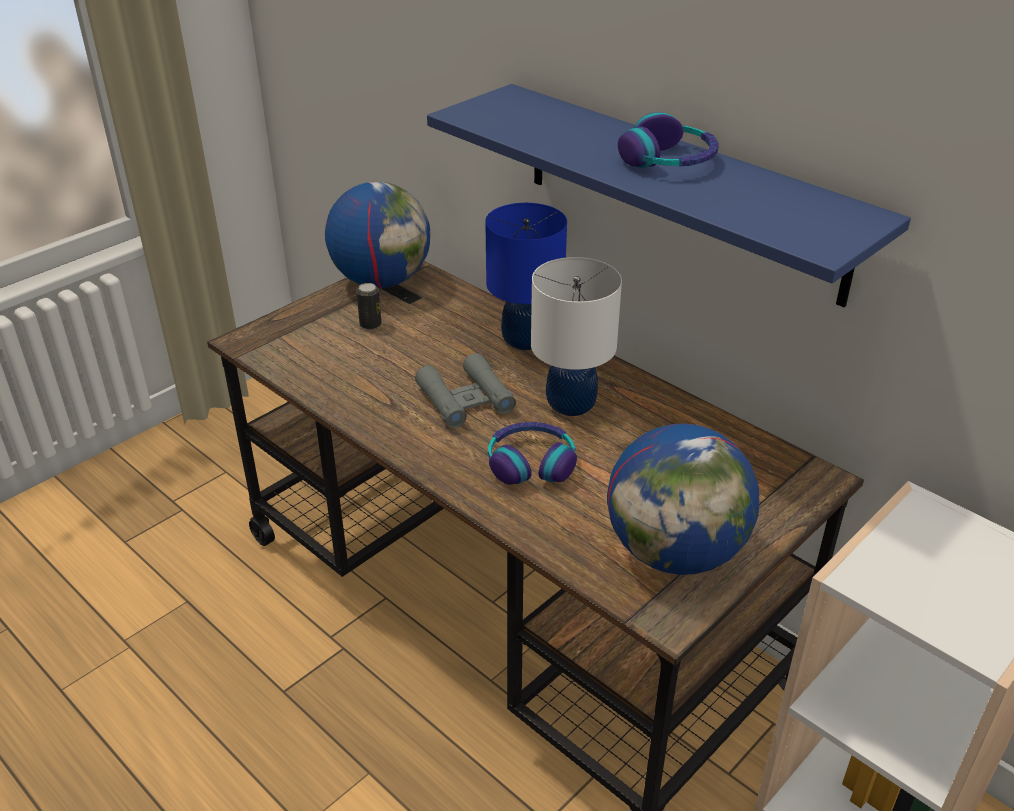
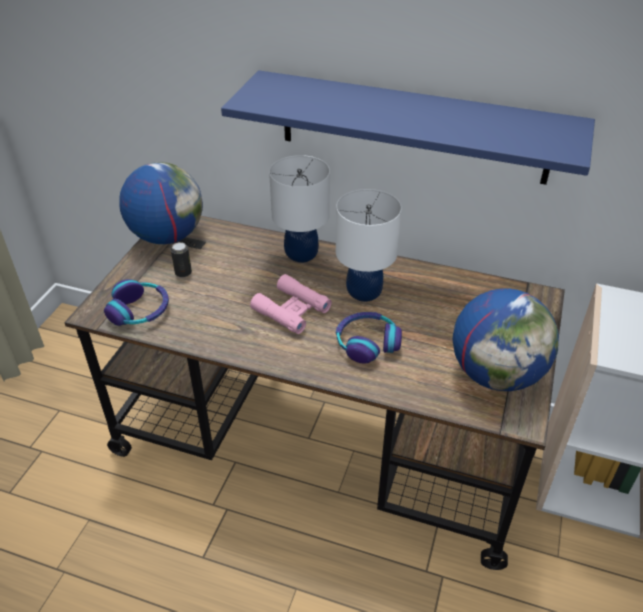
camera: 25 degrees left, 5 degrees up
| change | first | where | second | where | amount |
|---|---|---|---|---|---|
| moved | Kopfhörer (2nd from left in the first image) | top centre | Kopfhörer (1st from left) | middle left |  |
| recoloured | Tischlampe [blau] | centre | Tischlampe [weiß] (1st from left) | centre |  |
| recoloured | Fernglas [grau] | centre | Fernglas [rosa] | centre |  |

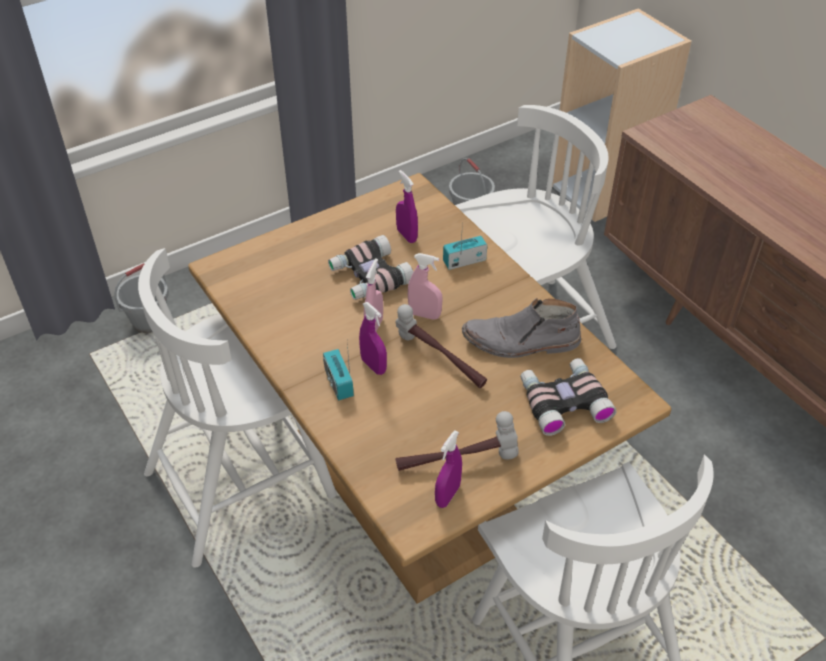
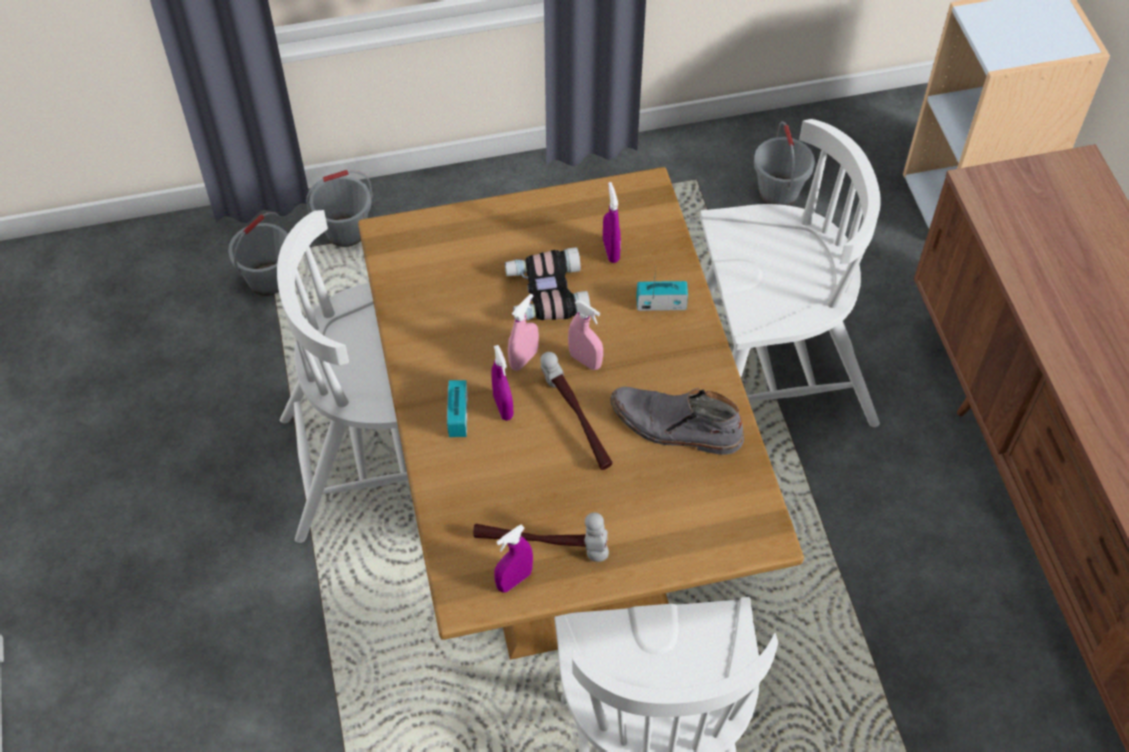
camera: 20 degrees right, 10 degrees up
| change | first | where | second | where | amount |
|---|---|---|---|---|---|
| removed | Fernglas (2nd from left) | middle right |  |  |  |
| added |  |  | Eimer [grau] (1st from left) | middle left |  |

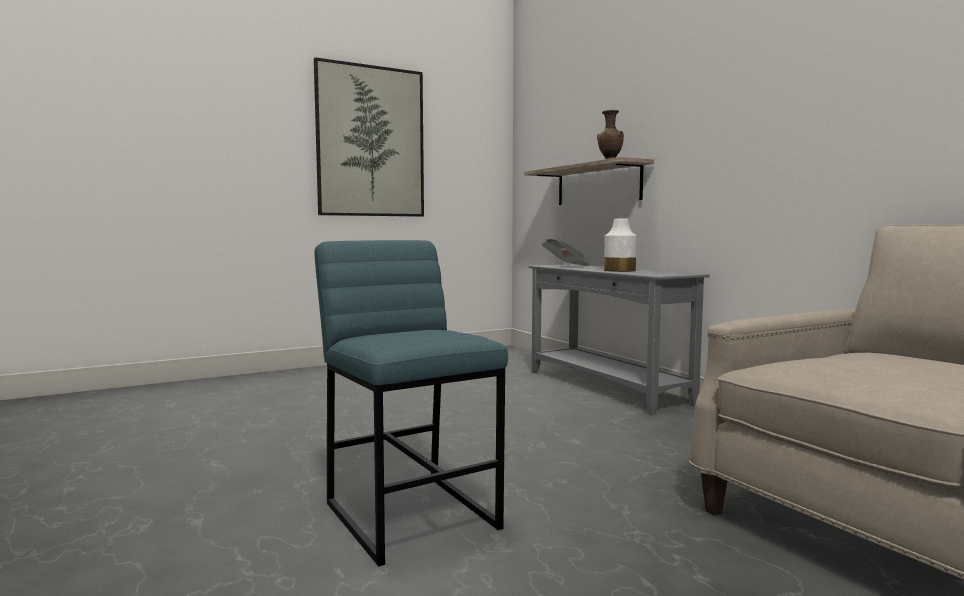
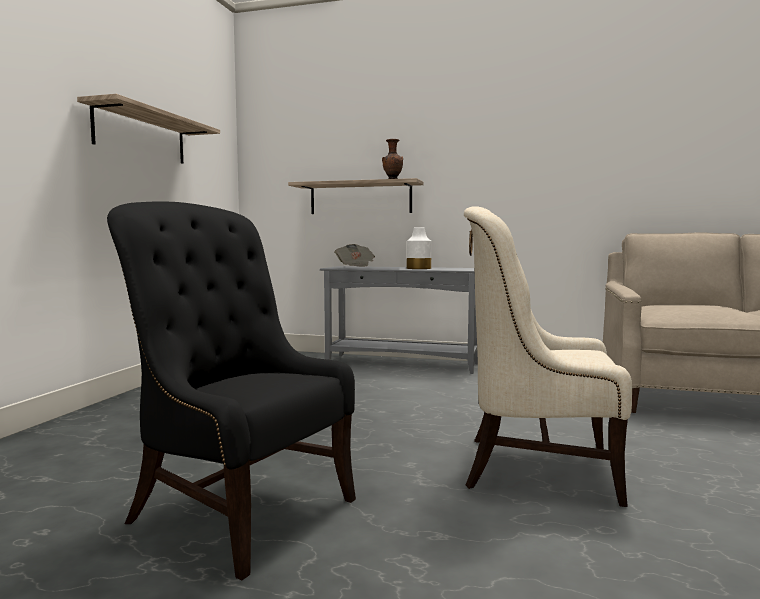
camera: 45 degrees left, 0 degrees up
| change | first | where | second | where | amount |
|---|---|---|---|---|---|
| replaced | Bild | top centre | Wandregal (1st from left) | top left |  |
| replaced | Hocker [blau] | bottom centre | Sessel [beige] | middle right |  |
| added |  |  | Sessel [schwarz] | middle left |  |

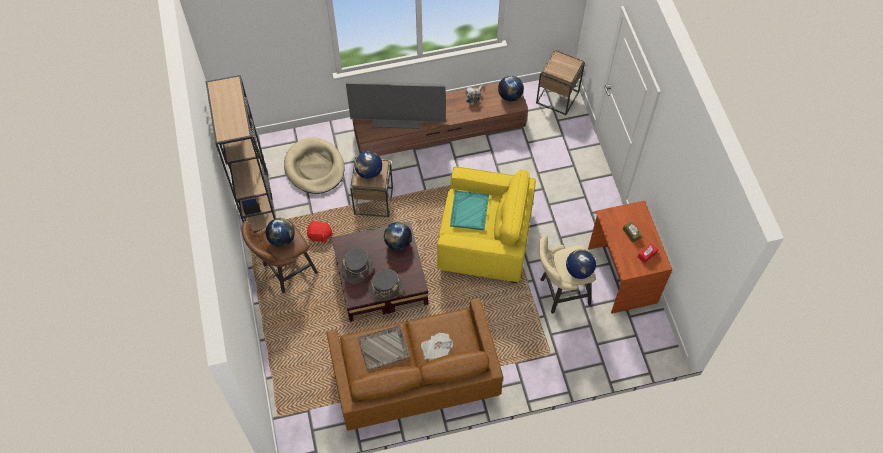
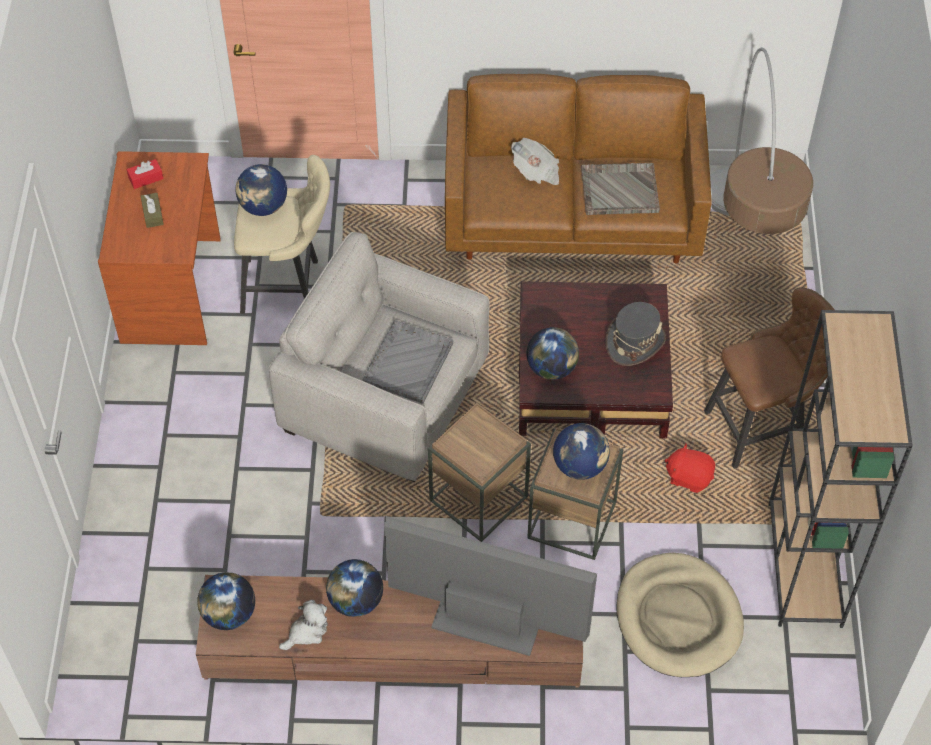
camera: 165 degrees left, 5 degrees down
| change | first | where | second | where | amount |
|---|---|---|---|---|---|
| moved | Beistelltisch [braun] (2nd from left in the first image) | top centre | Beistelltisch [braun] (1st from left) | centre |  |
| recoloured | Sessel [gelb] | centre | Sessel [grau] | centre |  |
| recoloured | Tablett [türkis] | centre | Tablett [grau] (1st from left) | centre |  |
| moved | Globus (1st from left in the first image) | middle left | Globus (3rd from left) | bottom centre |  |
| removed | Hut [grau] (2nd from left) | centre |  |  |  |
| added |  |  | Stehlampe | top right |  |

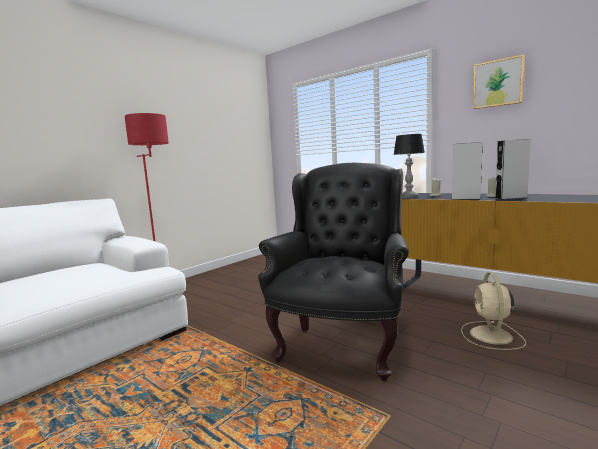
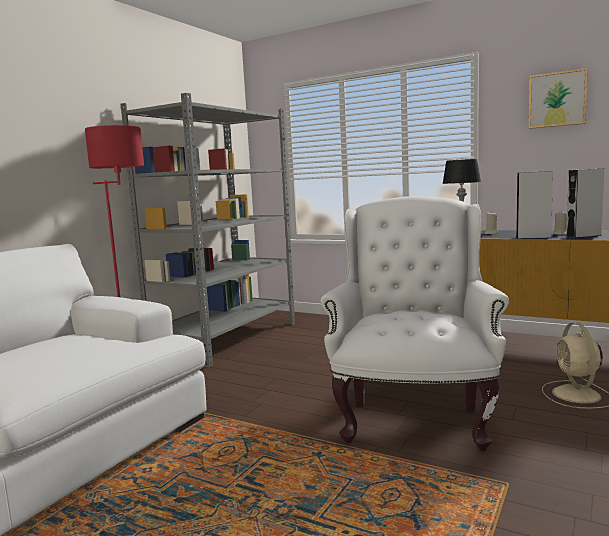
camera: 10 degrees left, 0 degrees up
| change | first | where | second | where | amount |
|---|---|---|---|---|---|
| recoloured | Sessel [schwarz] | centre | Sessel [weiß] | middle right |  |
| added |  |  | Bücherregal [grau] | centre |  |

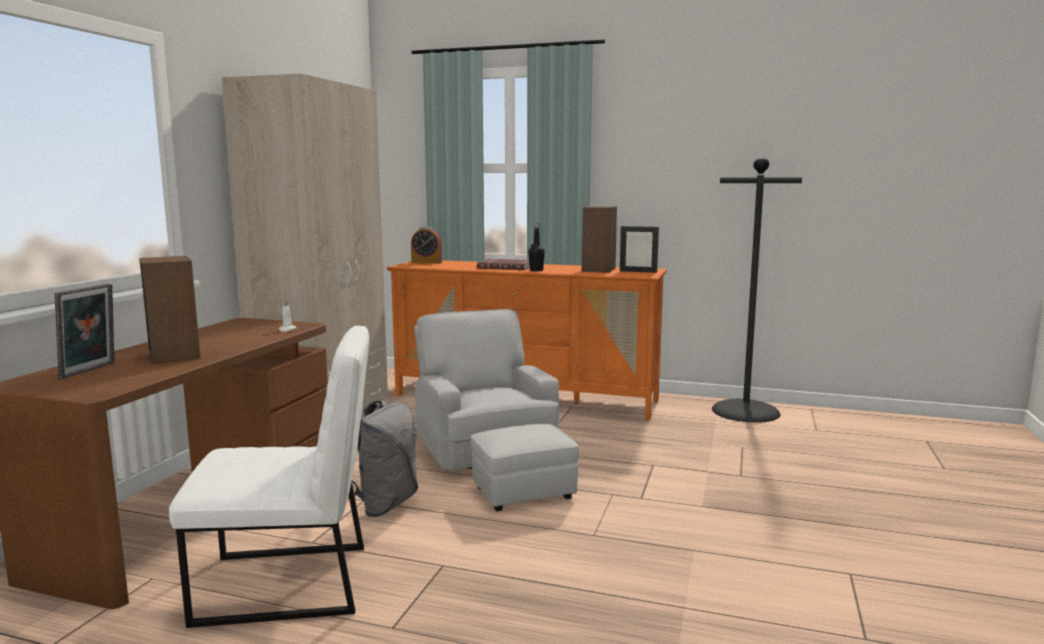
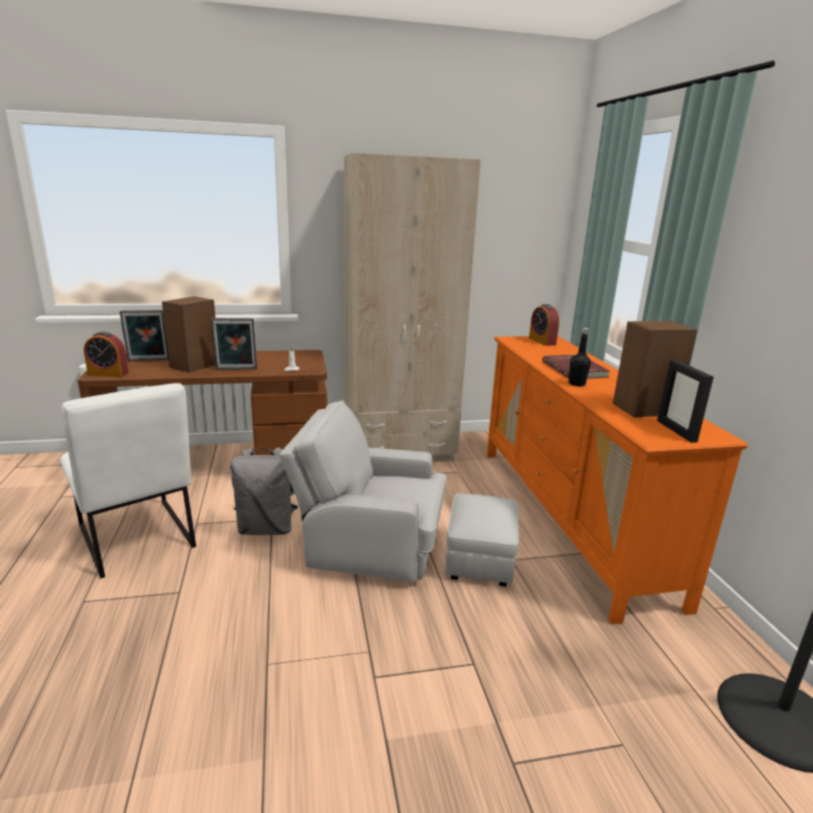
camera: 60 degrees right, 10 degrees up
| change | first | where | second | where | amount |
|---|---|---|---|---|---|
| turned | Sessel [weiß] | centre |  | centre | 120 degrees counterclockwise |
| added |  |  | Bilderrahmen (2nd from left) | middle left |  |
| added |  |  | Wecker (1st from left) | middle left |  |

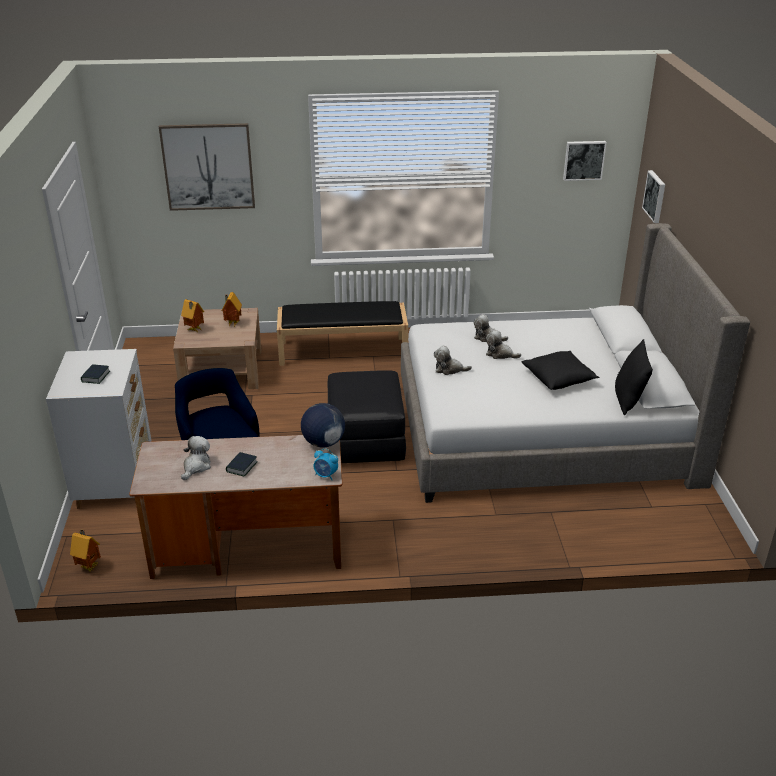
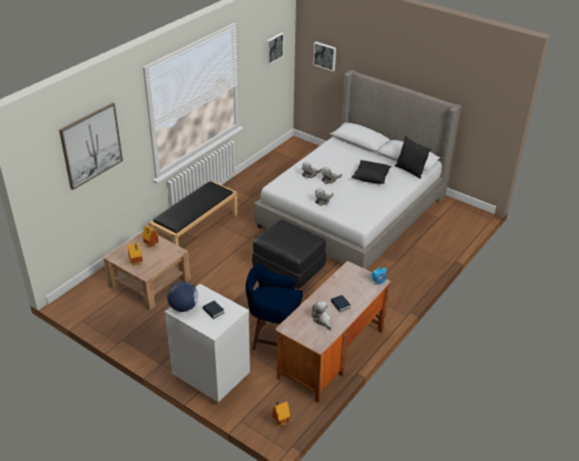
camera: 50 degrees left, 5 degrees up
| change | first | where | second | where | amount |
|---|---|---|---|---|---|
| moved | Globus | centre |  | middle left |  |

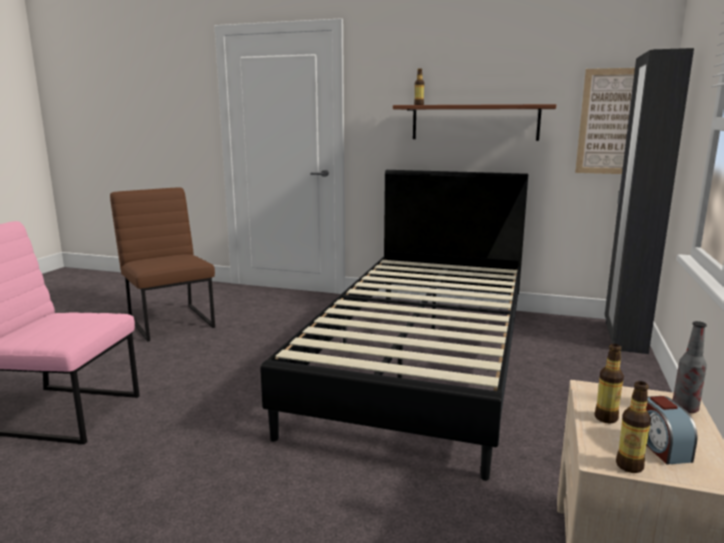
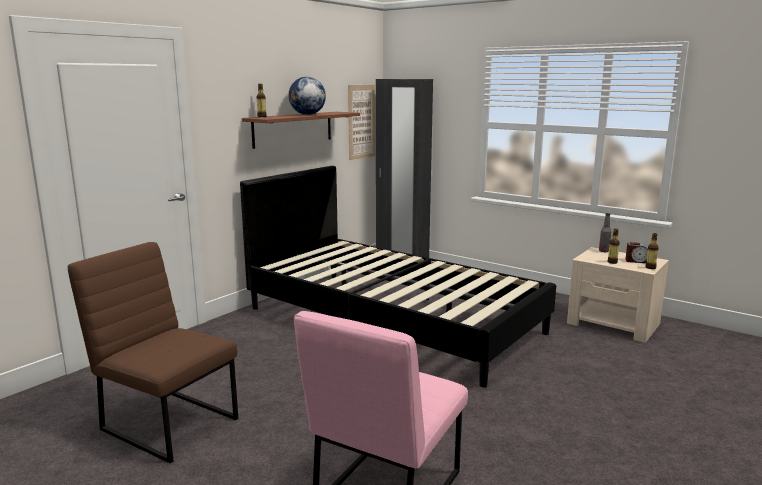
camera: 70 degrees left, 0 degrees up
| change | first | where | second | where | amount |
|---|---|---|---|---|---|
| turned | Stuhl [braun] | middle left |  | bottom left | 45 degrees clockwise |
| added |  |  | Globus | top centre |  |

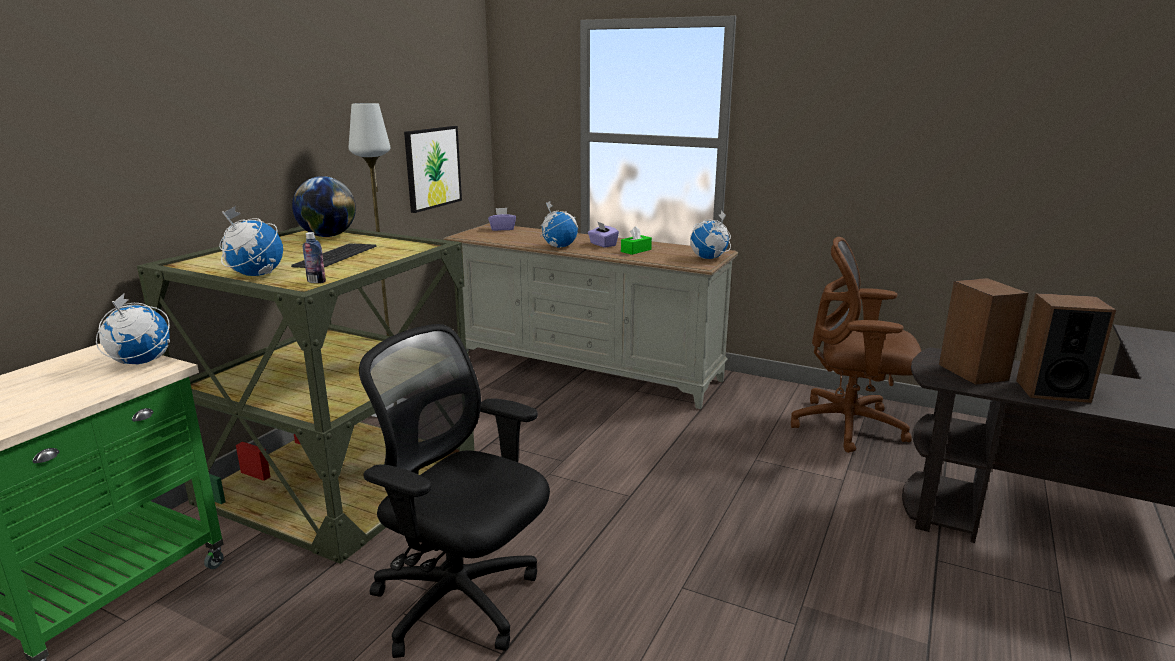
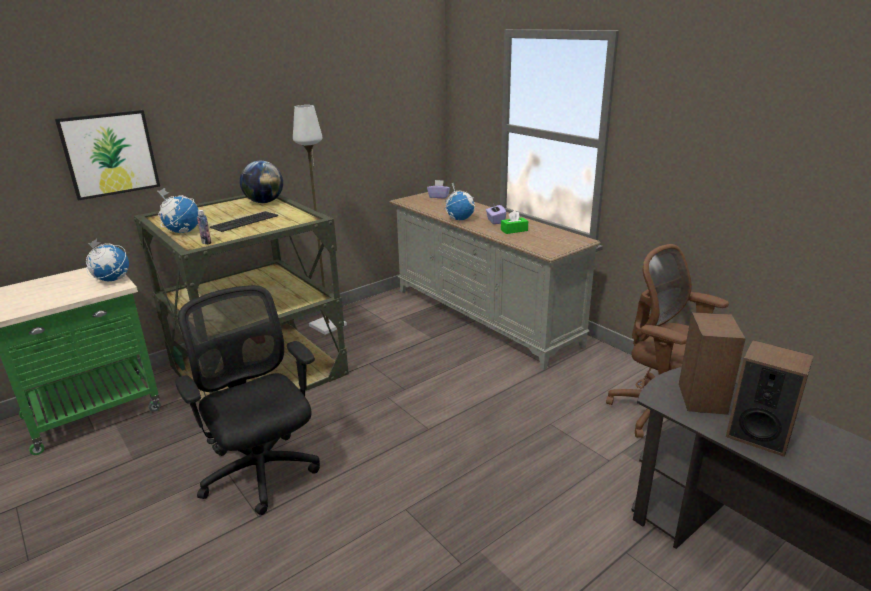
camera: 25 degrees right, 5 degrees up
| change | first | where | second | where | amount |
|---|---|---|---|---|---|
| moved | Bild | top centre |  | top left |  |
| removed | Globus (5th from left) | centre |  |  |  |

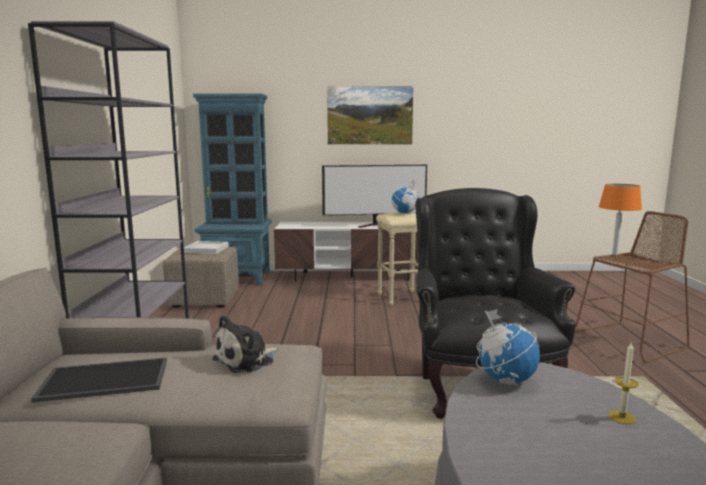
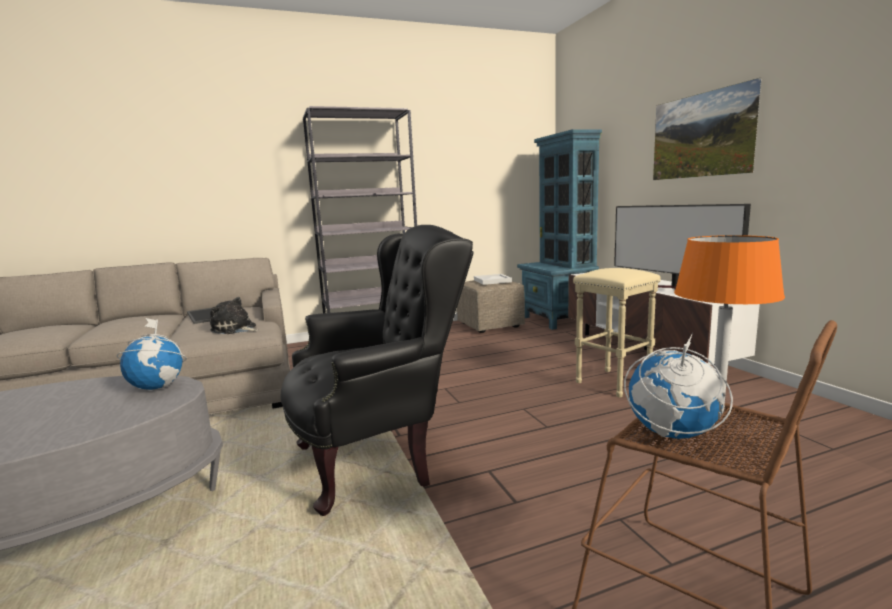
camera: 70 degrees right, 0 degrees up
| change | first | where | second | where | amount |
|---|---|---|---|---|---|
| moved | Globus (1st from left in the first image) | centre | Globus (2nd from left) | middle right |  |
| removed | Kerze | bottom right |  |  |  |

